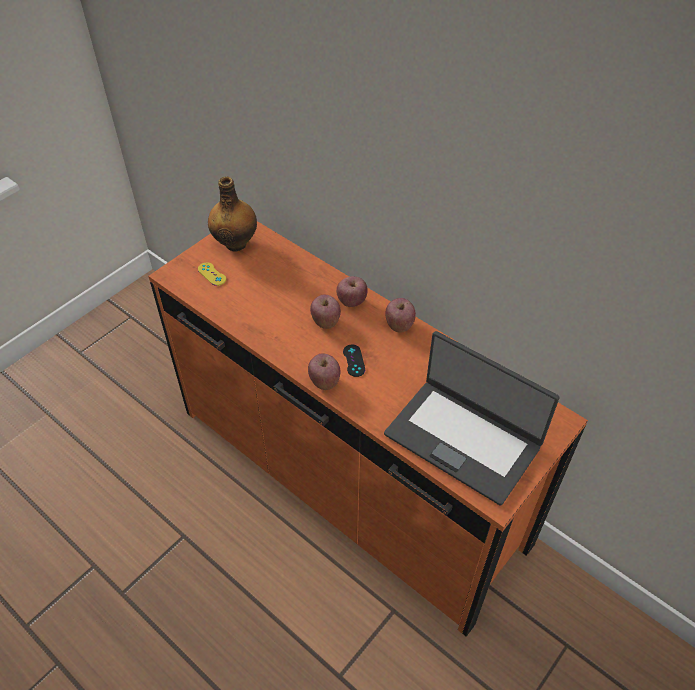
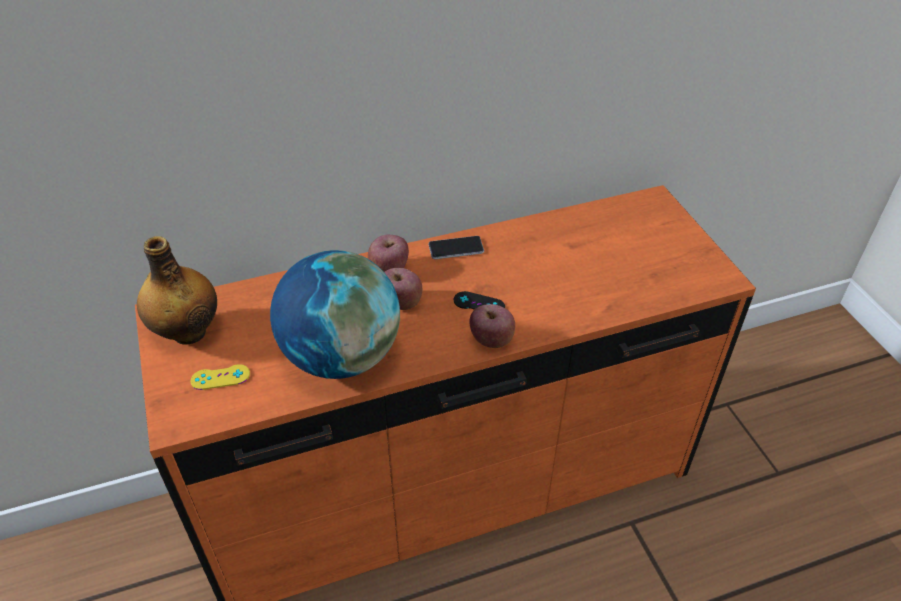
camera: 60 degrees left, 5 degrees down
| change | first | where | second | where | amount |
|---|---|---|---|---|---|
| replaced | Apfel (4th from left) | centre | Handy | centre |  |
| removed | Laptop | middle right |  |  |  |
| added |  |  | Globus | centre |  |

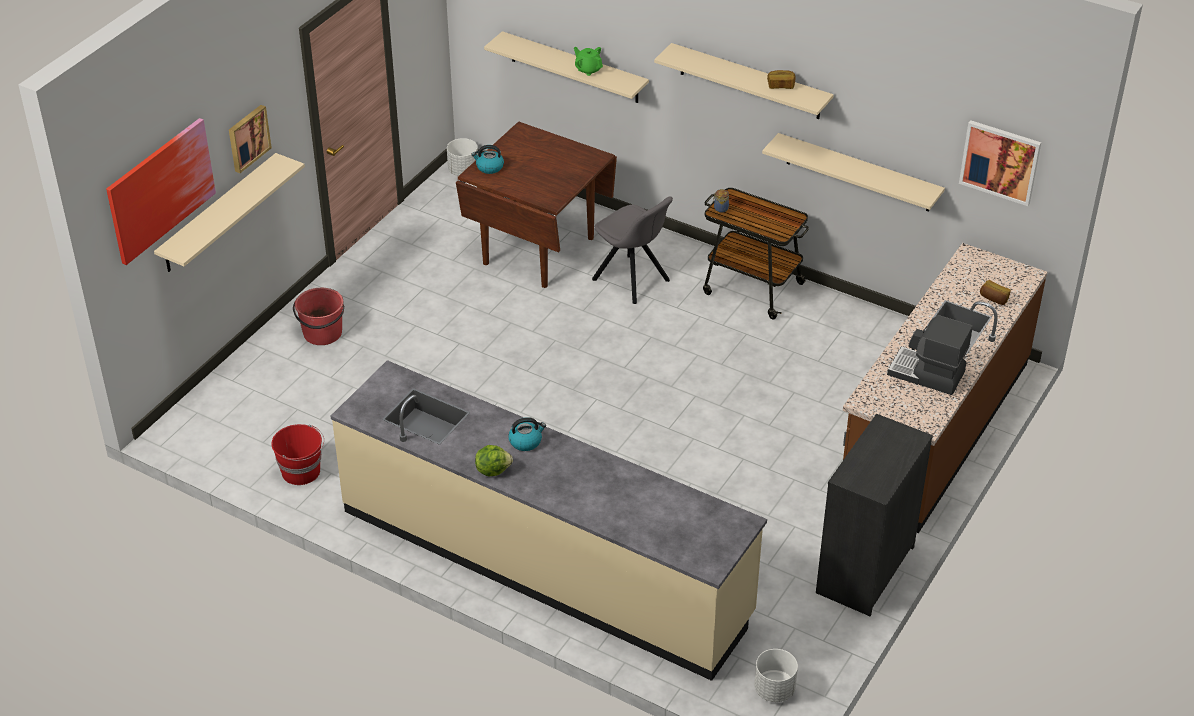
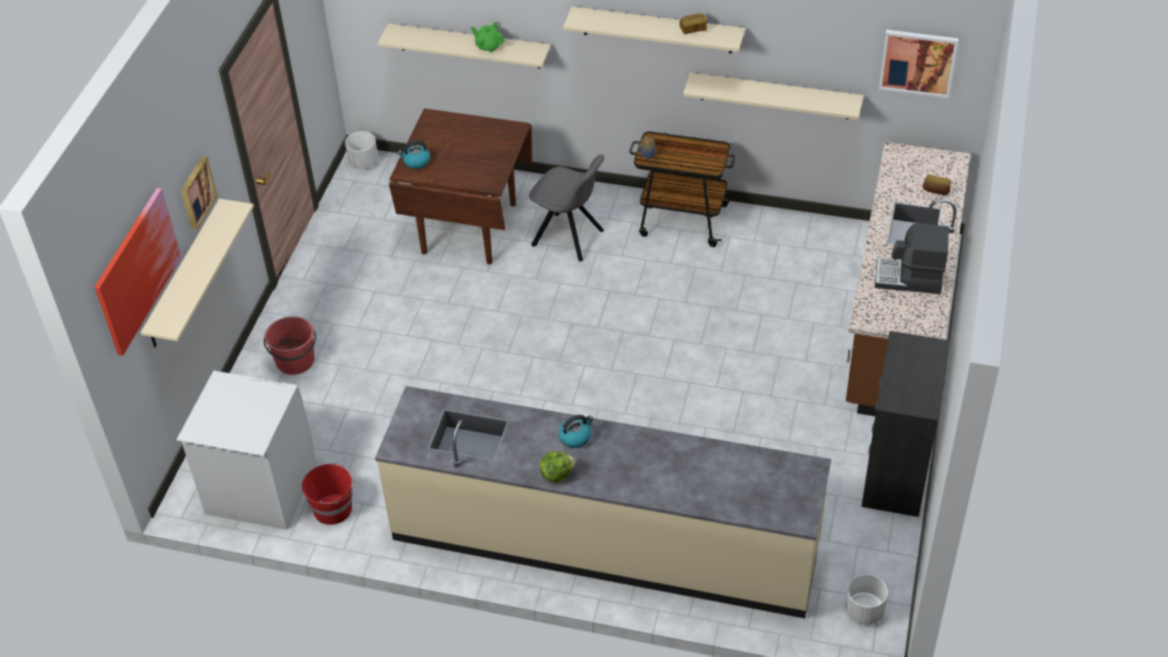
camera: 15 degrees left, 5 degrees up
| change | first | where | second | where | amount |
|---|---|---|---|---|---|
| added |  |  | Waschmaschine [weiß] | bottom left |  |

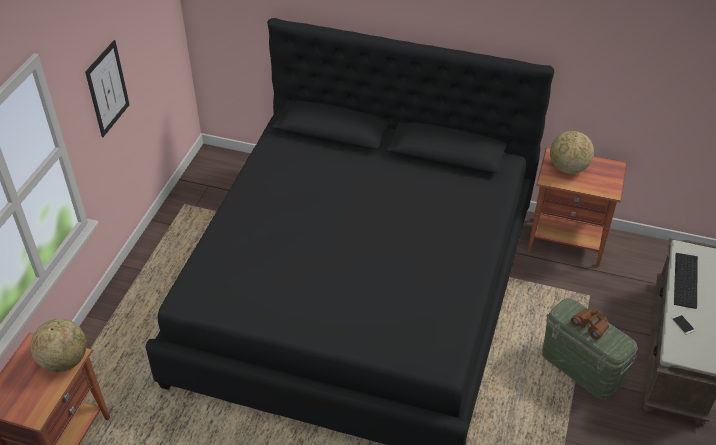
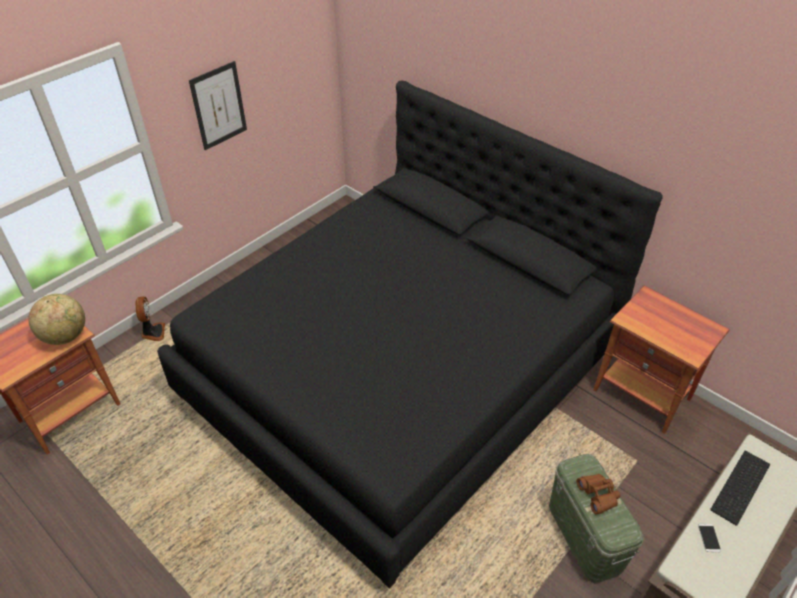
camera: 25 degrees right, 0 degrees up
| change | first | where | second | where | amount |
|---|---|---|---|---|---|
| removed | Globus (2nd from left) | middle right |  |  |  |
| added |  |  | Ventilator | middle left |  |

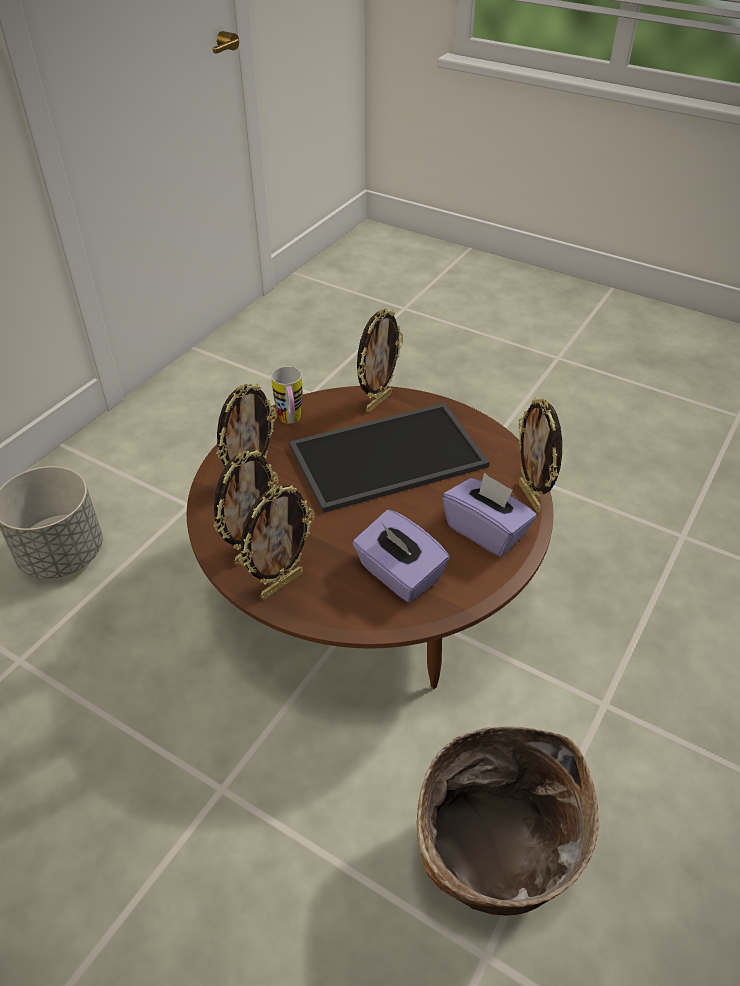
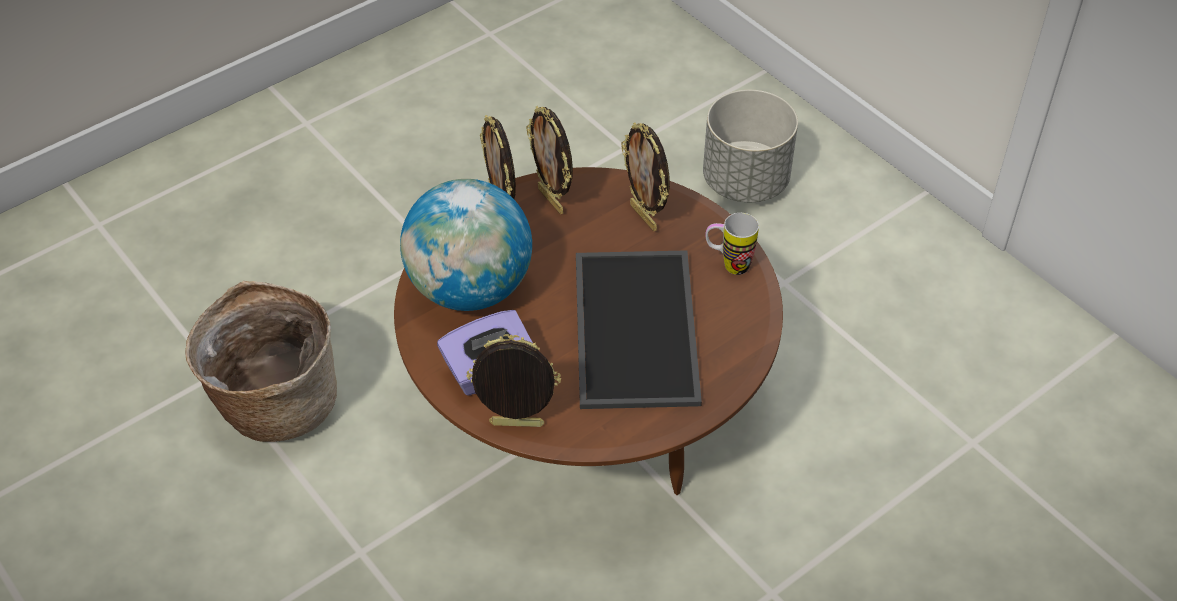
camera: 110 degrees right, 5 degrees up
| change | first | where | second | where | amount |
|---|---|---|---|---|---|
| removed | Bilderrahmen (4th from left) | centre |  |  |  |
| replaced | Taschentuchbox [lila] (1st from left) | centre | Globus | centre |  |

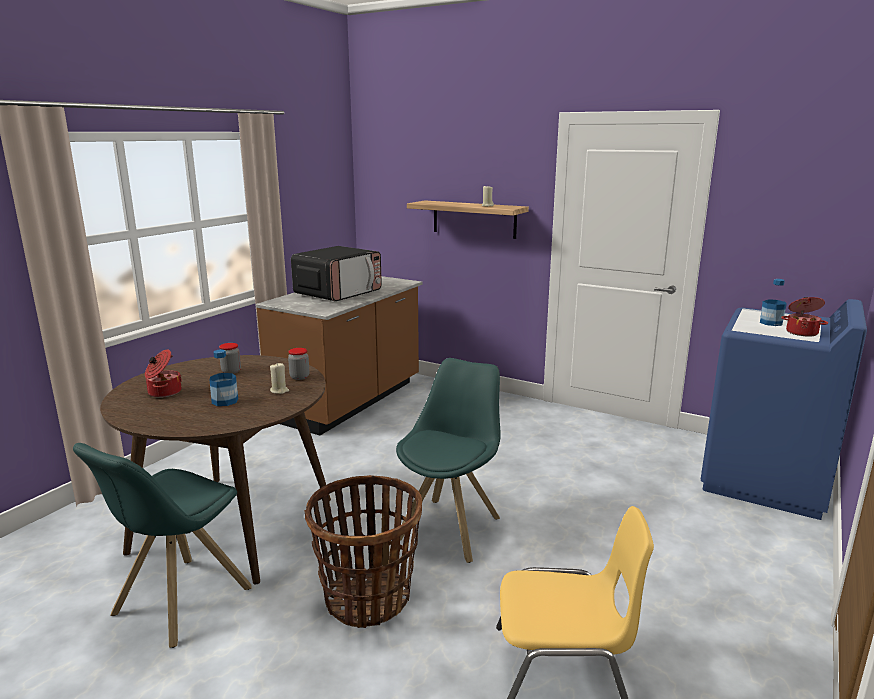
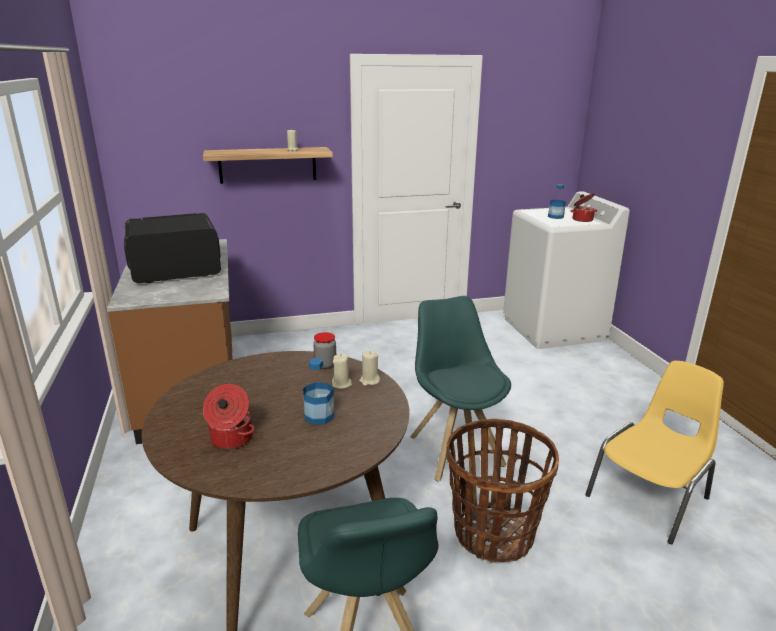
camera: 45 degrees left, 5 degrees up
| change | first | where | second | where | amount |
|---|---|---|---|---|---|
| turned | Mikrowelle | centre |  | middle left | 105 degrees counterclockwise |
| recoloured | Waschmaschine [blau] | middle right | Waschmaschine [weiß] | middle right |  |
| removed | Vorratsglas (1st from left) | middle left |  |  |  |
| added |  |  | Kerze [beige] (3rd from left) | centre |  |

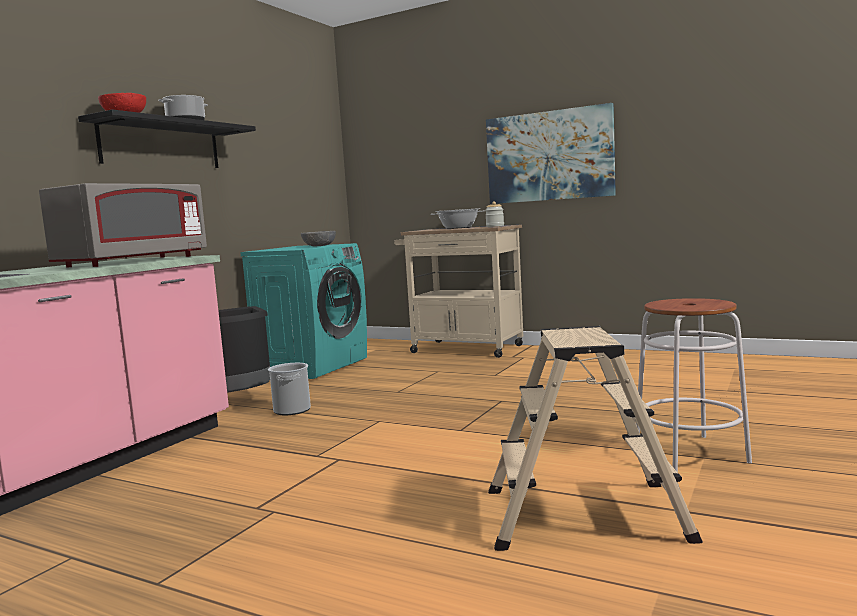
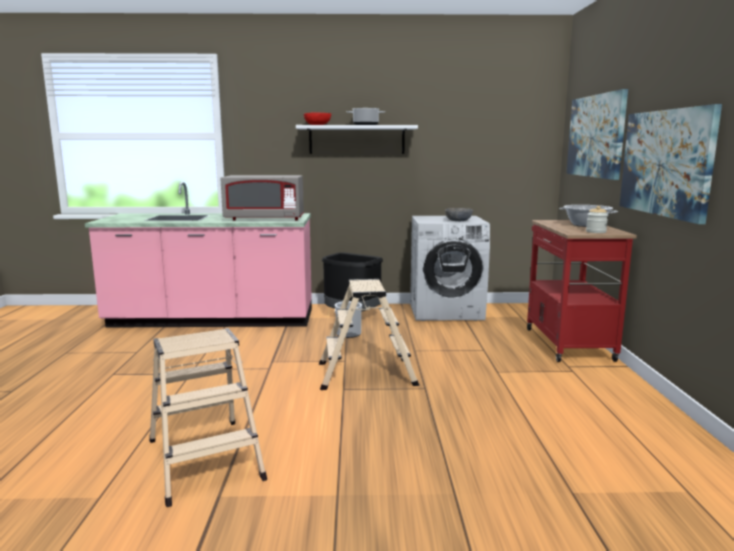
camera: 60 degrees right, 5 degrees up
| change | first | where | second | where | amount |
|---|---|---|---|---|---|
| recoloured | Wandregal [schwarz] | top left | Wandregal [weiß] | top centre |  |
| recoloured | Rollwagen [beige] | centre | Rollwagen [rot] | middle right |  |
| recoloured | Waschmaschine [türkis] | centre | Waschmaschine [weiß] | centre |  |
| removed | Hocker [weiß] | middle right |  |  |  |
| added |  |  | Bild (1st from left) | top right |  |
| added |  |  | Trittleiter [beige] (2nd from left) | centre |  |

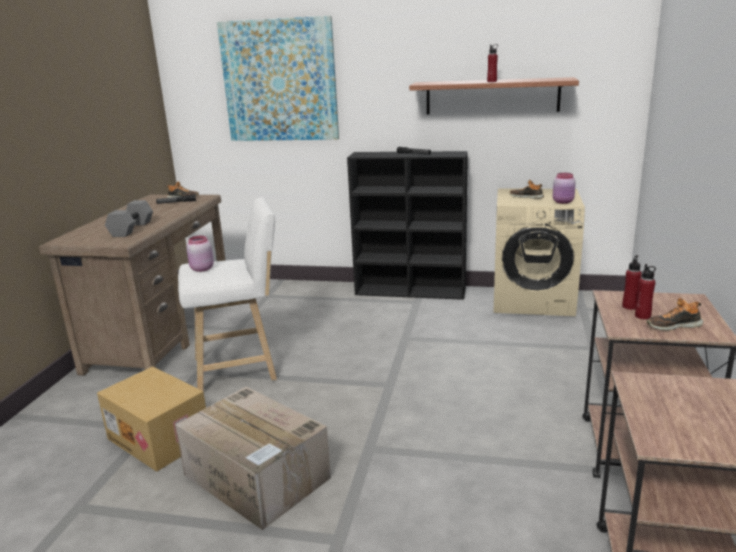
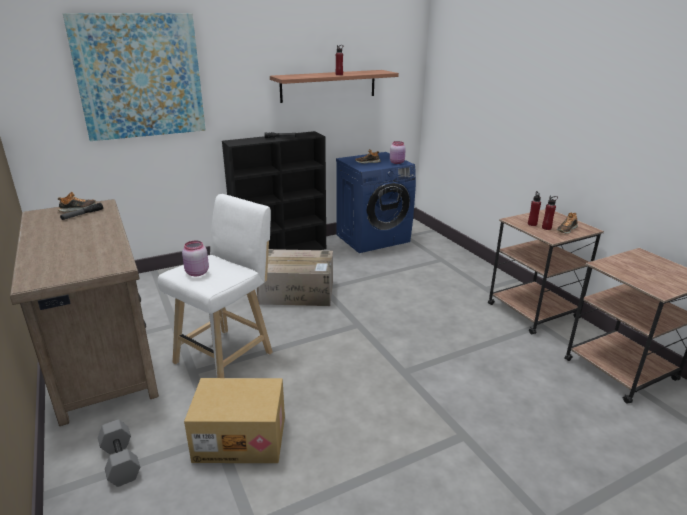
camera: 40 degrees left, 5 degrees up
| change | first | where | second | where | amount |
|---|---|---|---|---|---|
| recoloured | Waschmaschine [beige] | middle right | Waschmaschine [blau] | centre |  |
| moved | Hantel [grau] | middle left |  | bottom left |  |
| moved | Karton (2nd from left) | bottom centre |  | centre |  |

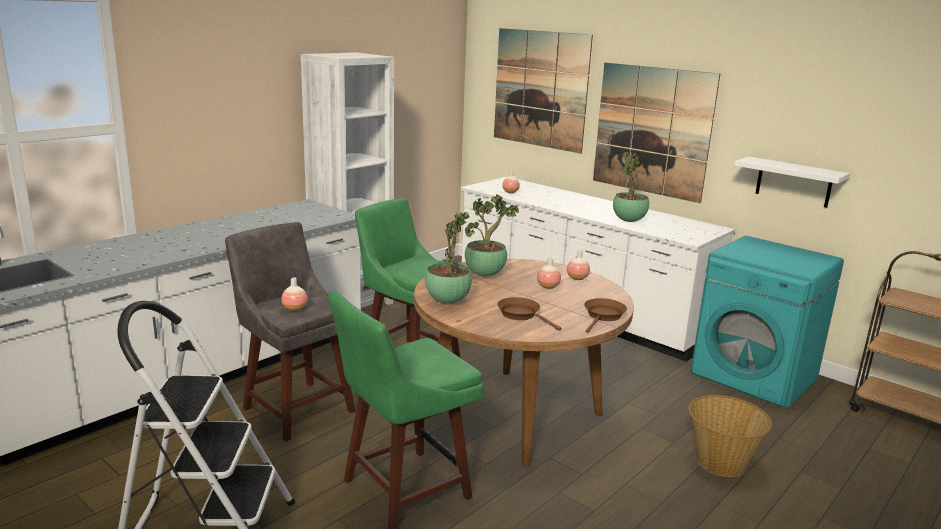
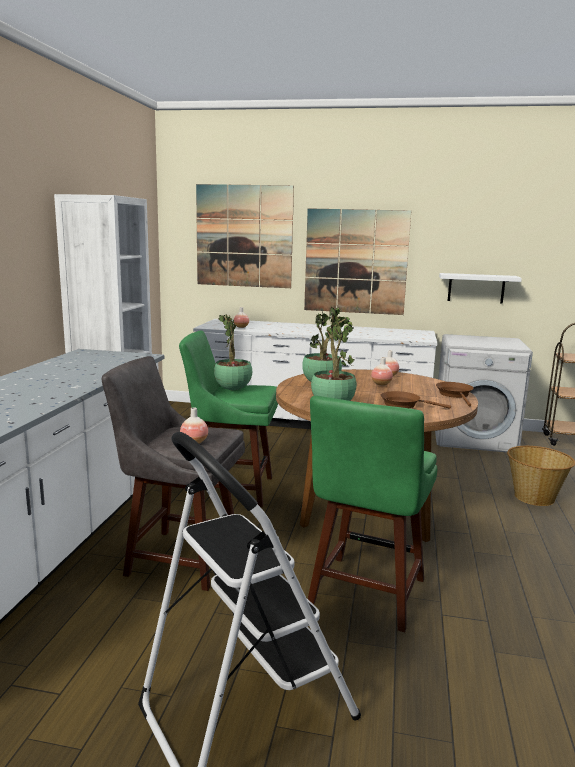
camera: 30 degrees left, 5 degrees down
| change | first | where | second | where | amount |
|---|---|---|---|---|---|
| moved | Topfpflanze (3rd from left in the first image) | middle right | Topfpflanze (1st from left) | centre |  |
| recoloured | Waschmaschine [türkis] | middle right | Waschmaschine [weiß] | middle right |  |

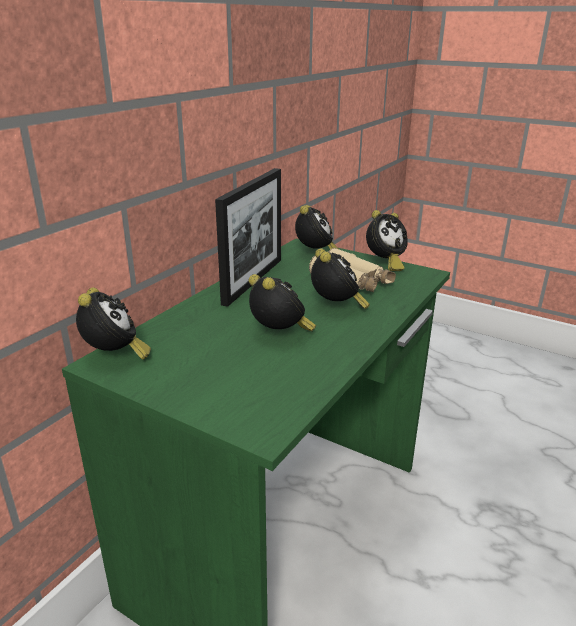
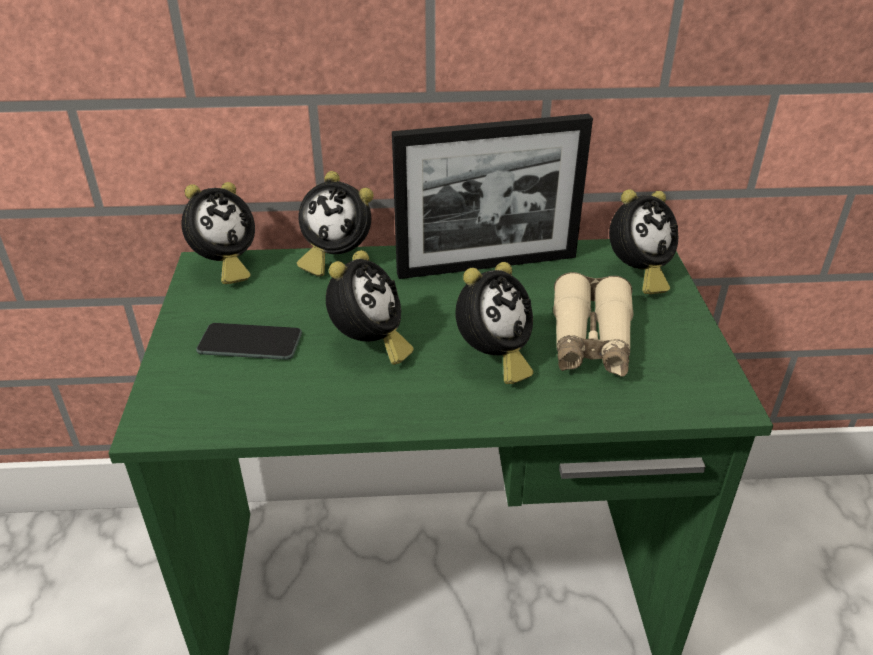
camera: 55 degrees right, 10 degrees up
| change | first | where | second | where | amount |
|---|---|---|---|---|---|
| moved | Wecker (5th from left in the first image) | middle right | Wecker (2nd from left) | centre |  |
| added |  |  | Handy | middle left |  |

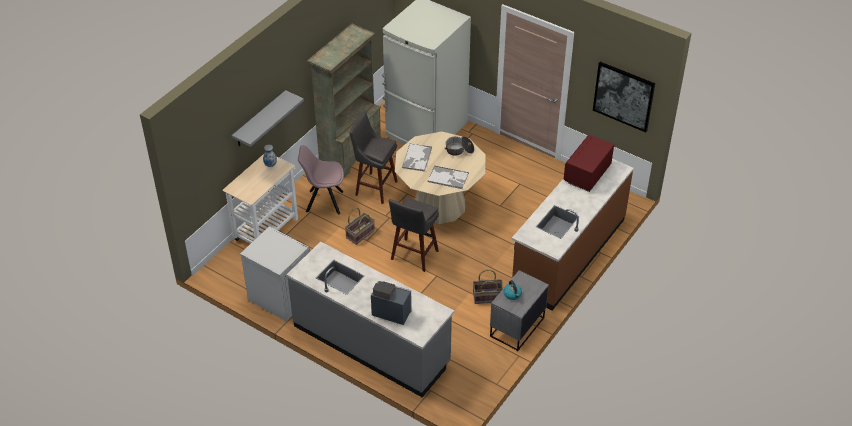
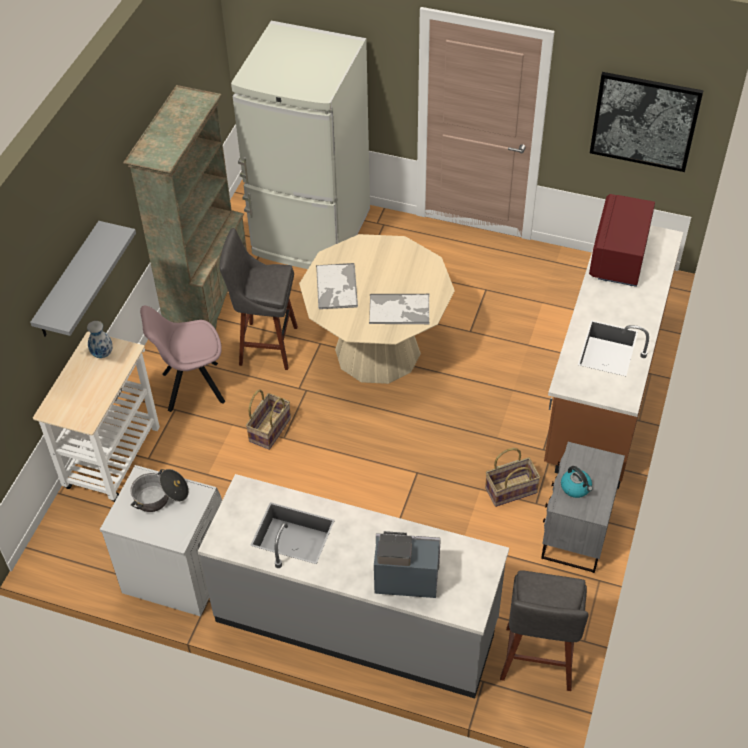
camera: 15 degrees left, 5 degrees up
| change | first | where | second | where | amount |
|---|---|---|---|---|---|
| moved | Kochtopf | centre |  | middle left |  |
| moved | Hocker [grau] (2nd from left) | centre |  | bottom right |  |

